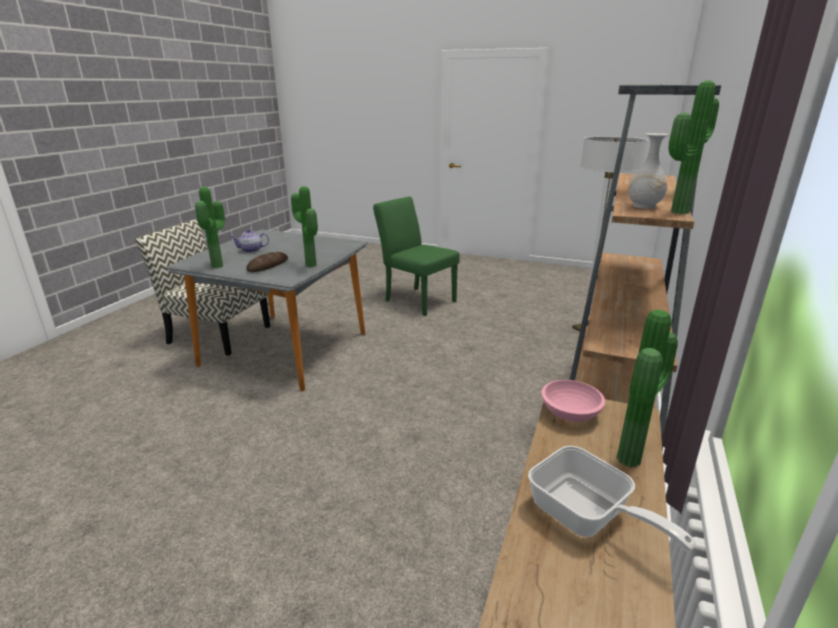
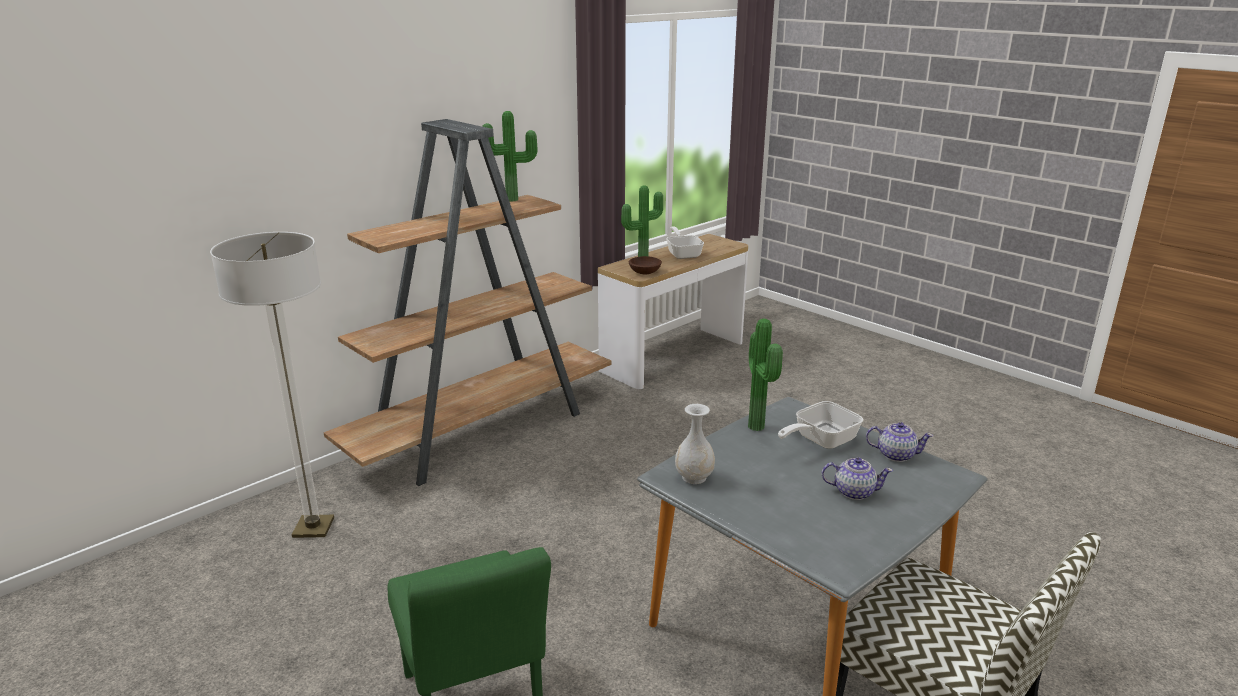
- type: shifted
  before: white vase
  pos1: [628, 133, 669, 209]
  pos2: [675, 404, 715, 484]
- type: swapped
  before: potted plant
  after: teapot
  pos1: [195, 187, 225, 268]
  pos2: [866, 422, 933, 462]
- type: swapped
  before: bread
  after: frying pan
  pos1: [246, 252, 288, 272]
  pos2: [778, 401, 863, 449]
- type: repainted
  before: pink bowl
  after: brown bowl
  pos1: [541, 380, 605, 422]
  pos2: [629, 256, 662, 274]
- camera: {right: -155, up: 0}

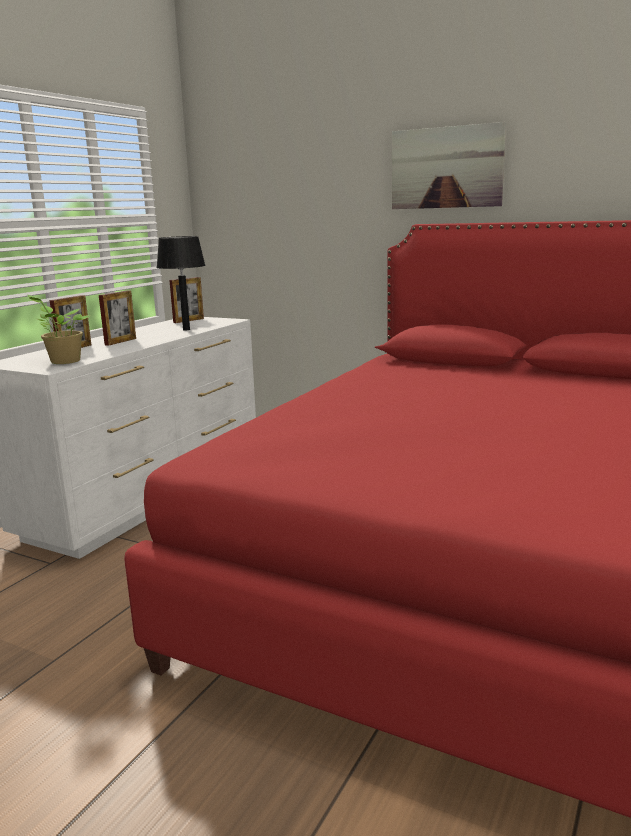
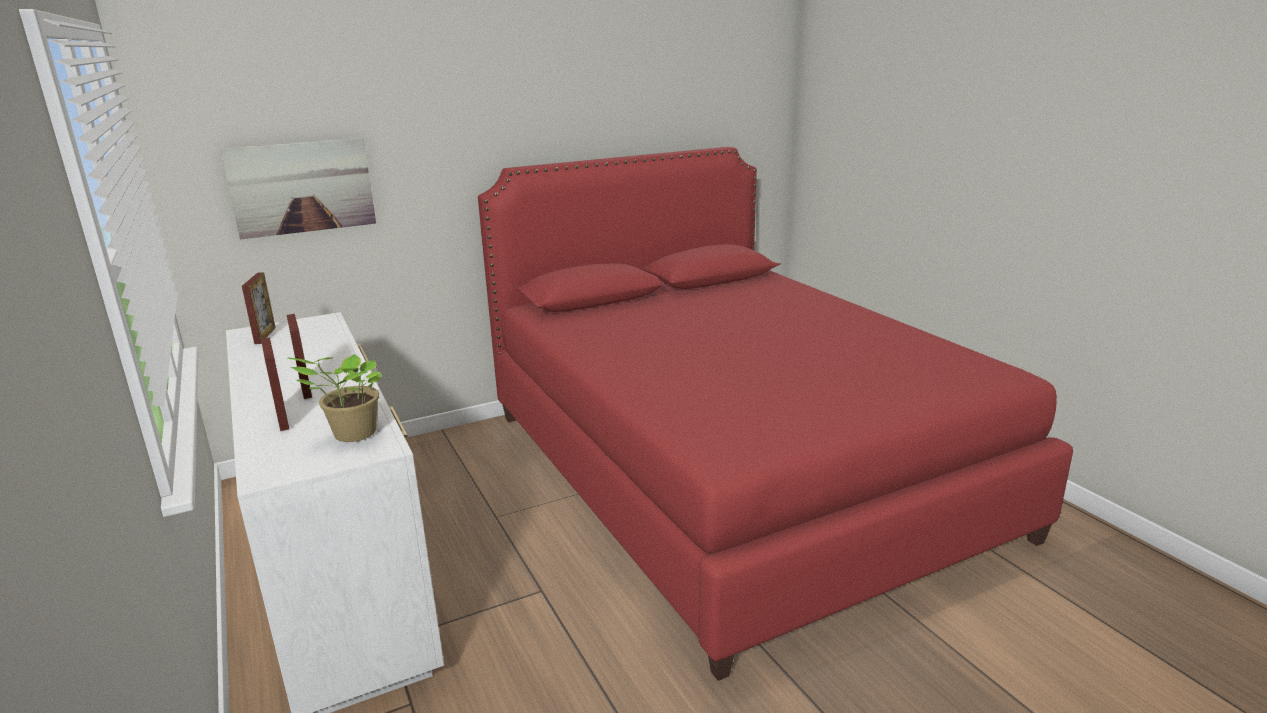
- type: gone
  before: black table lamp
  pos1: [156, 236, 206, 331]
- type: shifted
  before: picture
  pos1: [392, 122, 506, 209]
  pos2: [220, 138, 376, 239]
- camera: {right: -55, up: 5}

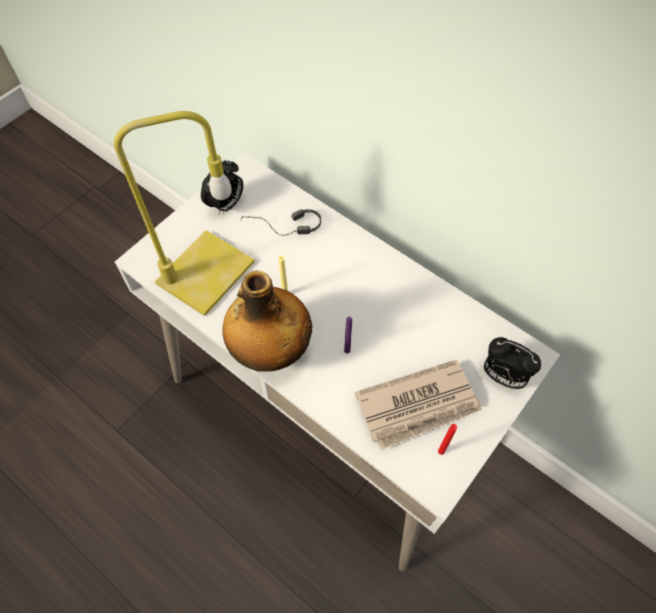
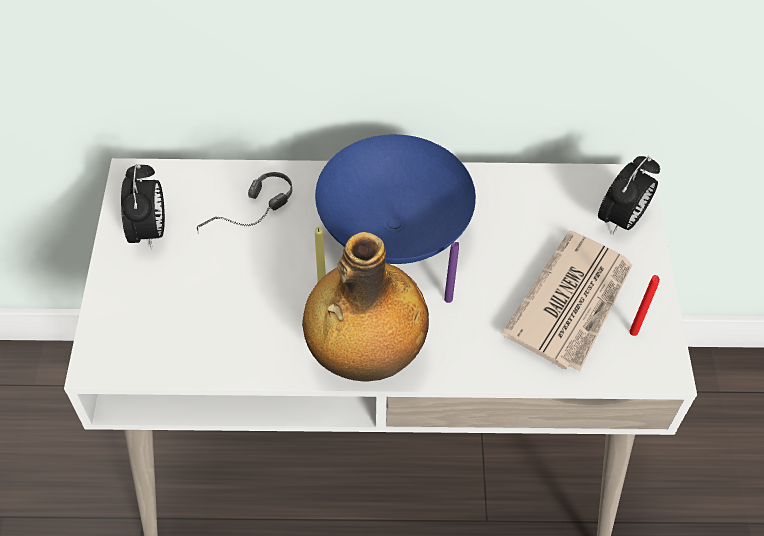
- type: gone
  before: yellow table lamp
  pos1: [114, 111, 255, 316]
- type: new
  after: blue bowl
  pos2: [315, 134, 476, 264]
- type: rotated
  before: alarm clock
  pos1: [484, 337, 541, 389]
  pos2: [598, 156, 660, 235]
  turn: -45
- camera: {right: -40, up: -5}

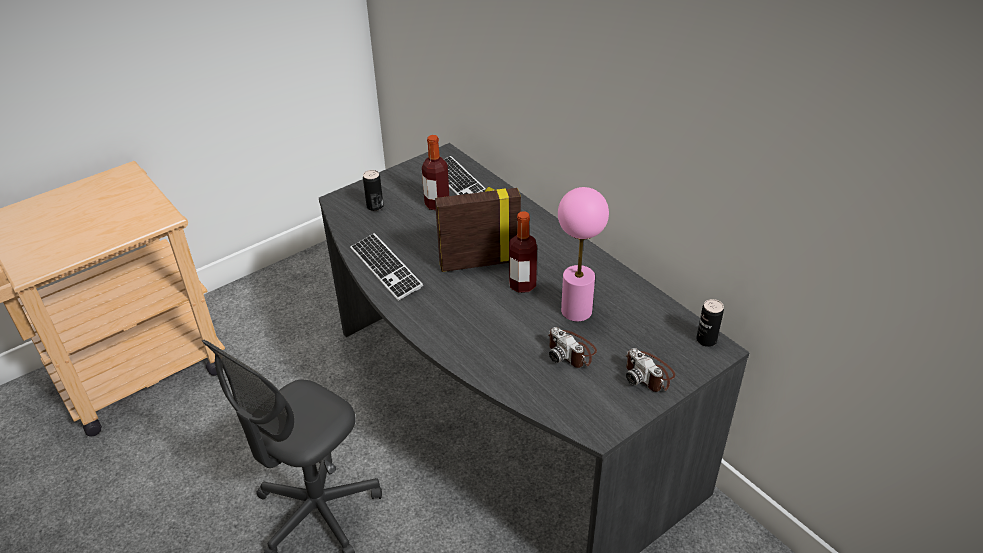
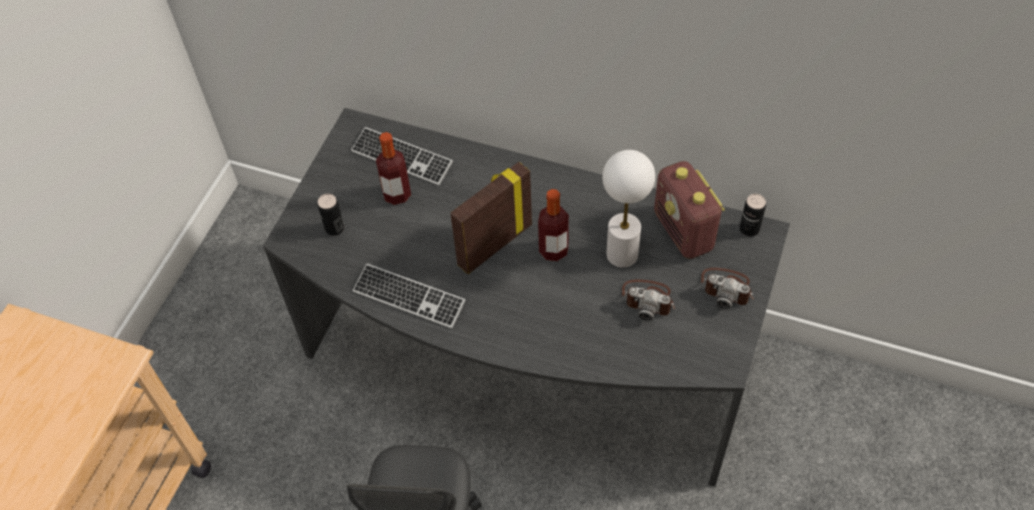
- type: new
  after: radio
  pos2: [654, 161, 725, 259]
- type: repainted
  before: pink table lamp
  after: white table lamp
  pos1: [558, 187, 609, 322]
  pos2: [602, 150, 655, 268]
- camera: {right: -30, up: 15}

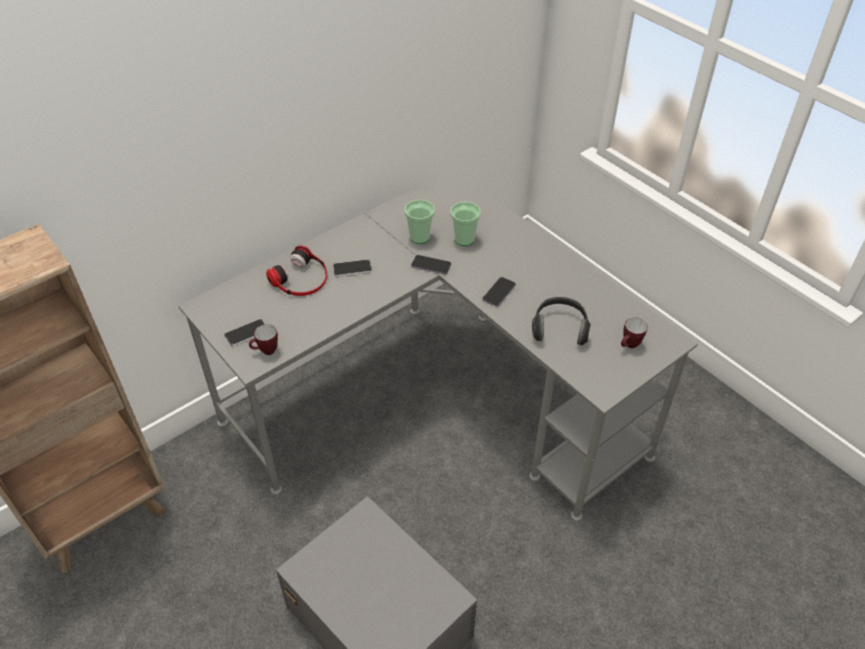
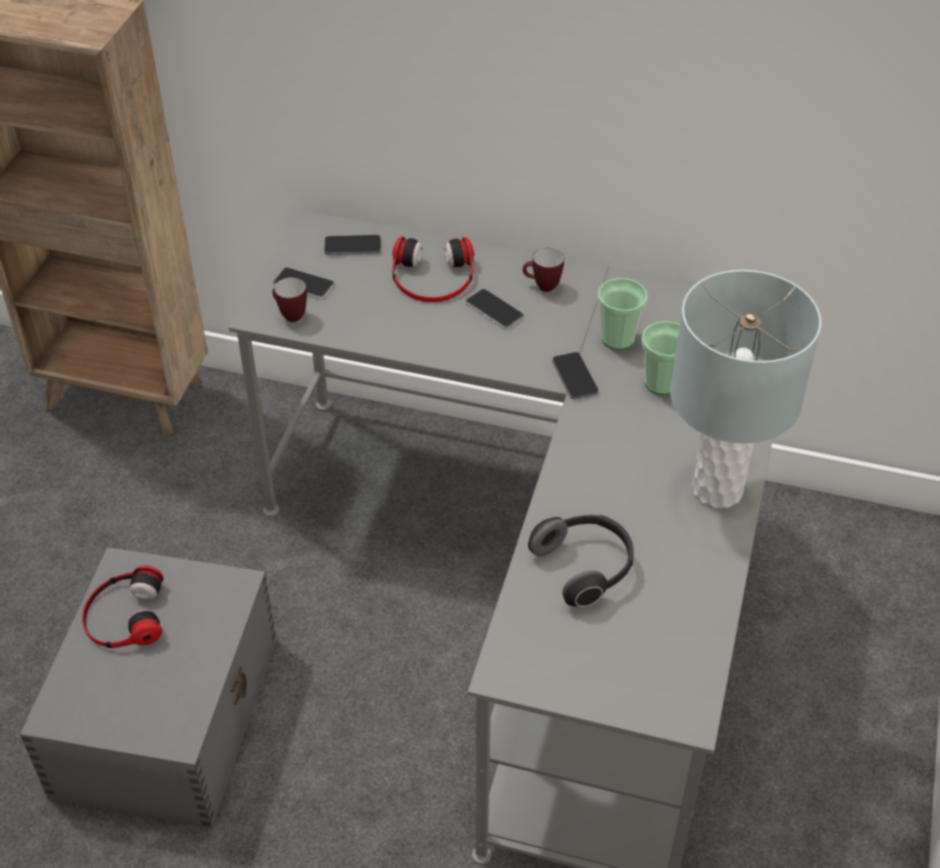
- type: new
  after: headphones
  pos2: [82, 565, 163, 648]
- type: new
  after: grey table lamp
  pos2: [670, 270, 821, 509]
- type: shifted
  before: phone
  pos1: [482, 277, 516, 307]
  pos2: [324, 235, 381, 255]
- type: shifted
  before: mug
  pos1: [621, 317, 648, 348]
  pos2: [523, 248, 564, 292]
- camera: {right: 55, up: 0}

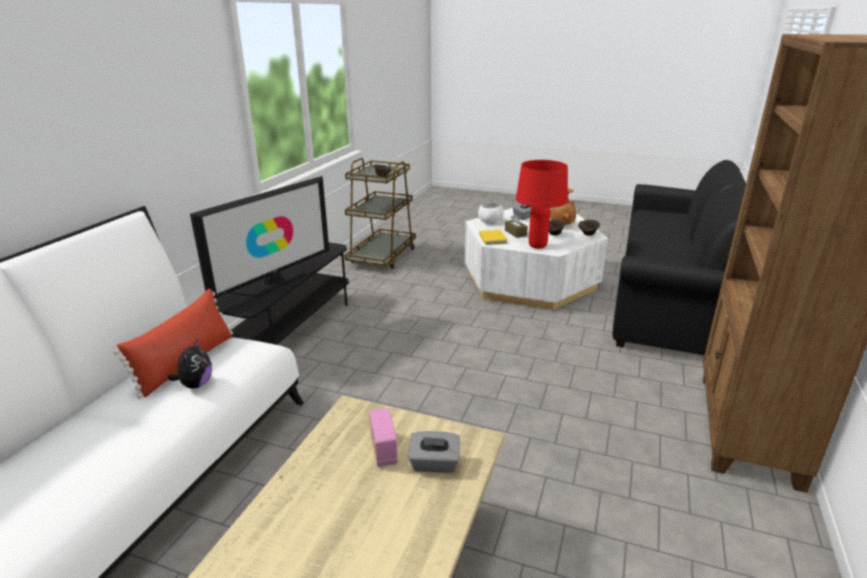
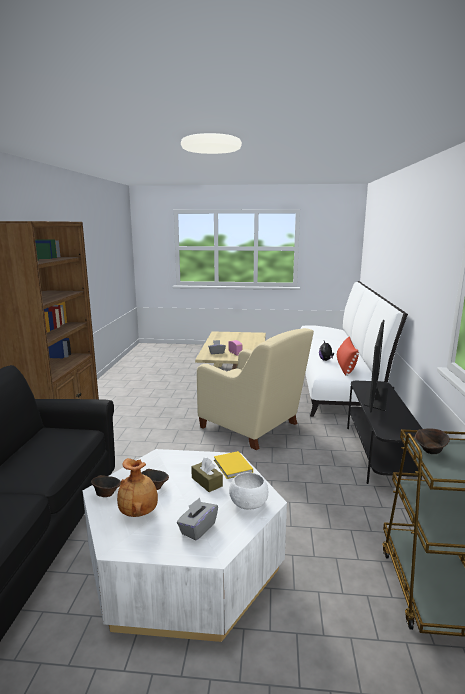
- type: gone
  before: red table lamp
  pos1: [516, 160, 568, 249]
- type: new
  after: beige armchair
  pos2: [197, 328, 314, 450]
- camera: {right: 165, up: -10}

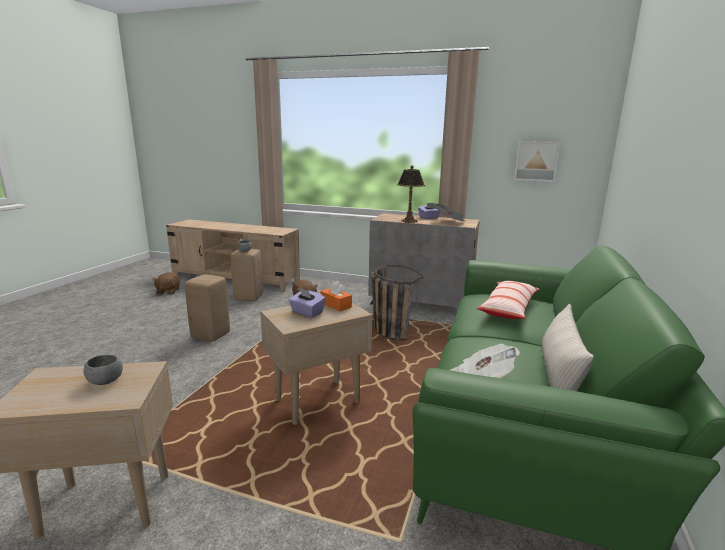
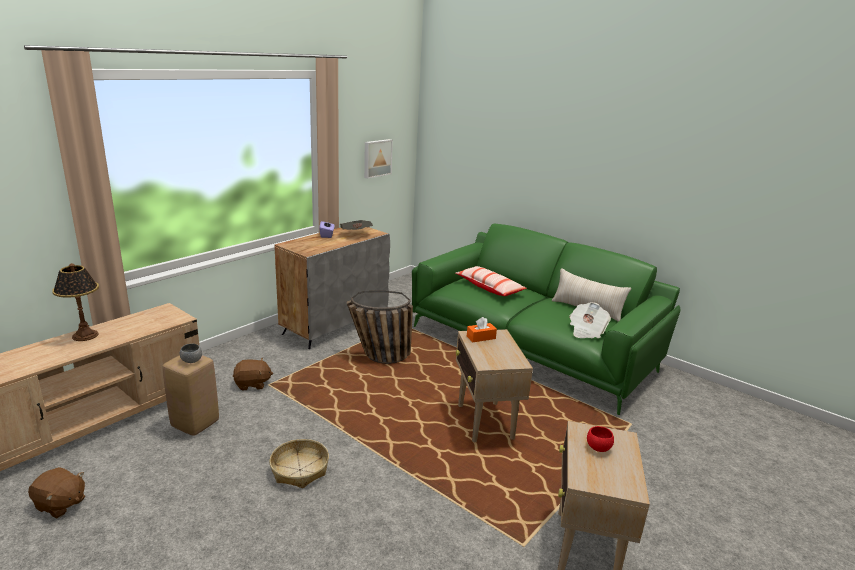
- type: gone
  before: purple tissue box
  pos1: [289, 288, 326, 317]
- type: shifted
  before: table lamp
  pos1: [397, 166, 425, 223]
  pos2: [52, 263, 99, 341]
- type: swapped
  before: beige stool
  after: basket
  pos1: [185, 274, 230, 342]
  pos2: [269, 439, 329, 488]
- type: repainted
  before: grey bowl
  after: red bowl
  pos1: [83, 354, 123, 385]
  pos2: [587, 426, 614, 452]
- camera: {right: -70, up: 5}

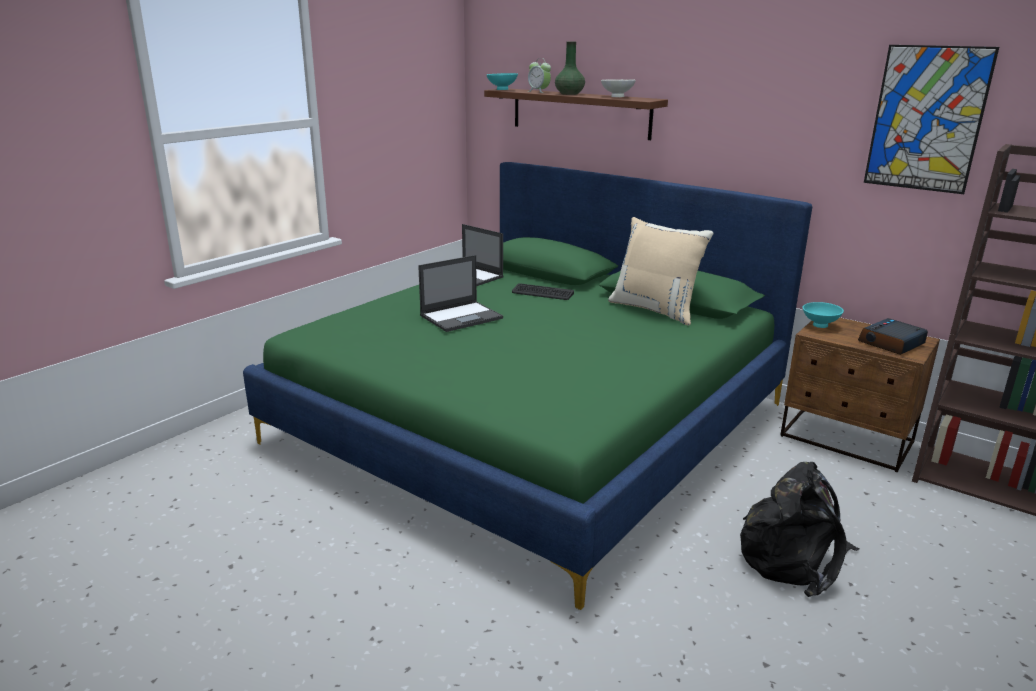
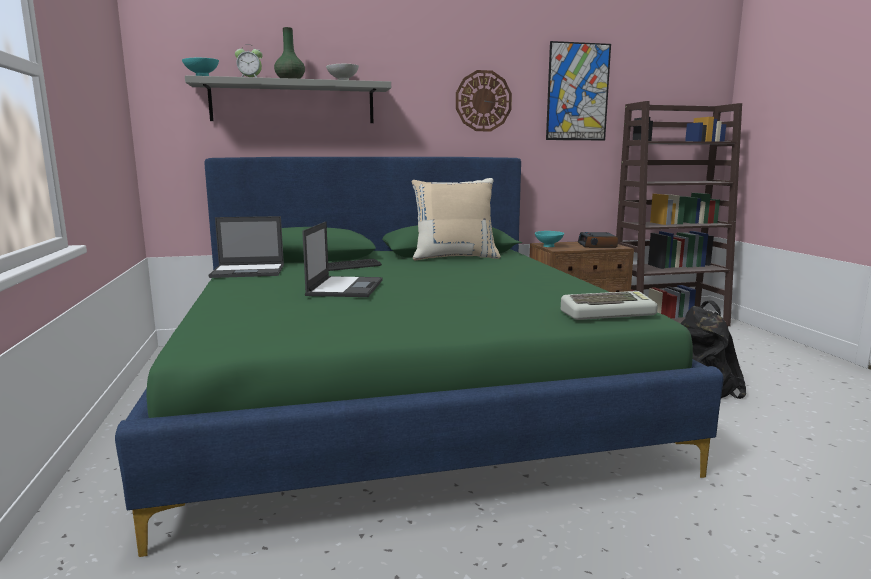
- type: new
  after: wall clock
  pos2: [456, 70, 512, 131]
- type: new
  after: keyboard
  pos2: [561, 291, 658, 320]
- type: repainted
  before: brown shelf
  after: grey shelf
  pos1: [484, 88, 668, 140]
  pos2: [185, 75, 391, 123]
- camera: {right: -50, up: -10}

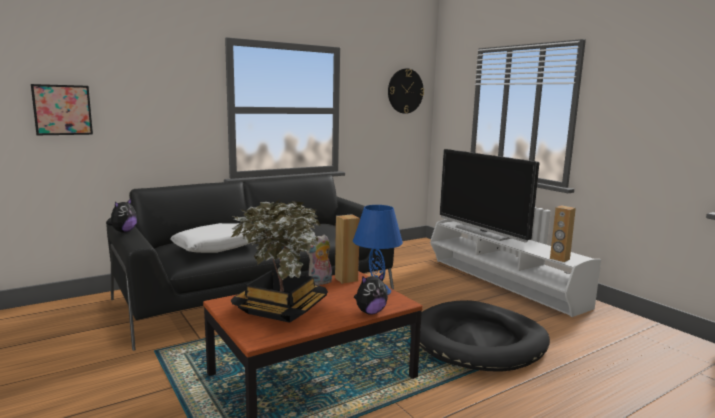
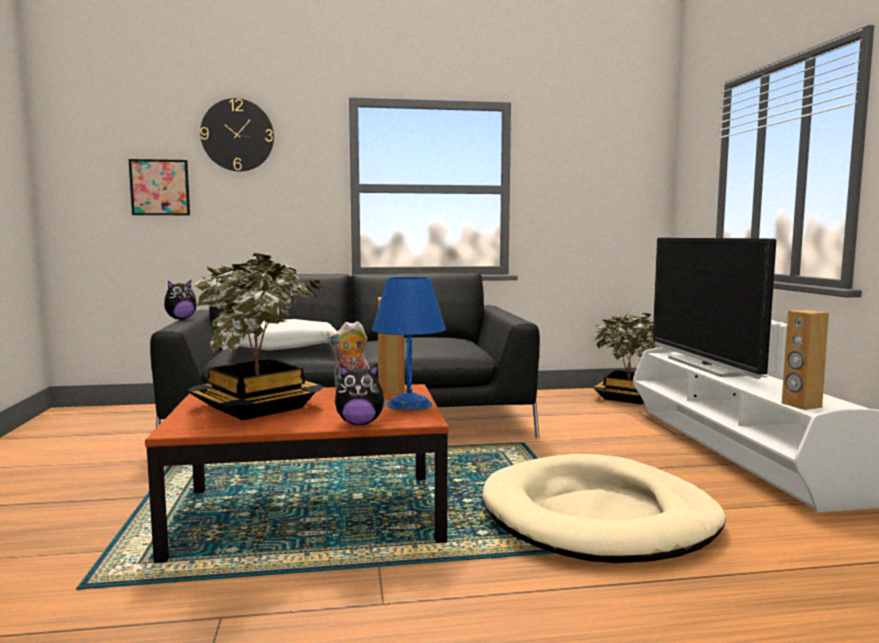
- type: new
  after: potted plant
  pos2: [593, 313, 660, 404]
- type: shifted
  before: wall clock
  pos1: [388, 68, 424, 114]
  pos2: [200, 98, 274, 171]
- type: repainted
  before: black dog bed
  after: beige dog bed
  pos1: [410, 300, 550, 372]
  pos2: [482, 454, 726, 563]
- camera: {right: 25, up: -5}

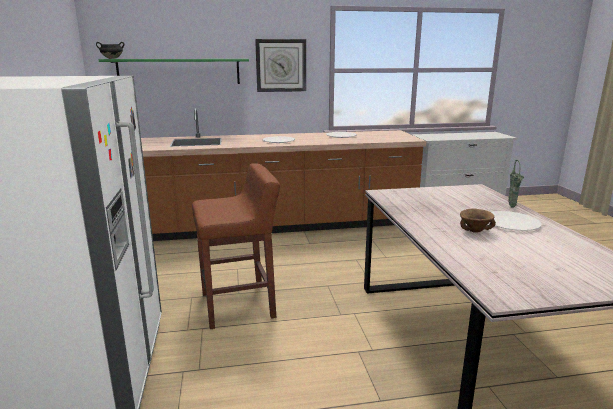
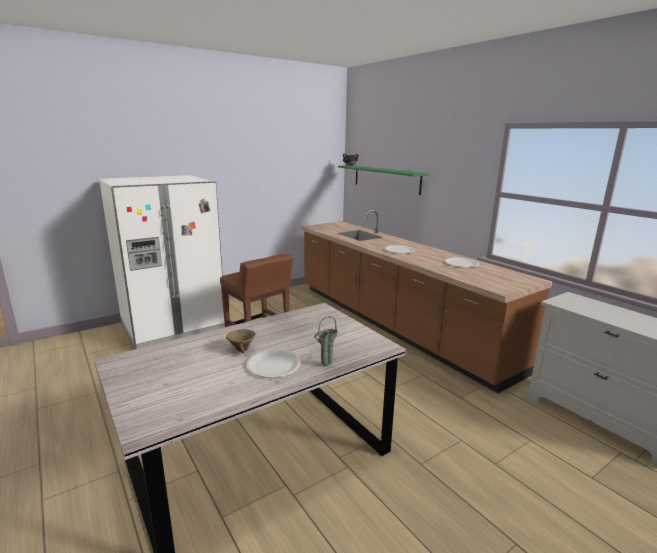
- type: gone
  before: wall clock
  pos1: [255, 39, 306, 92]
- camera: {right: 65, up: 0}

